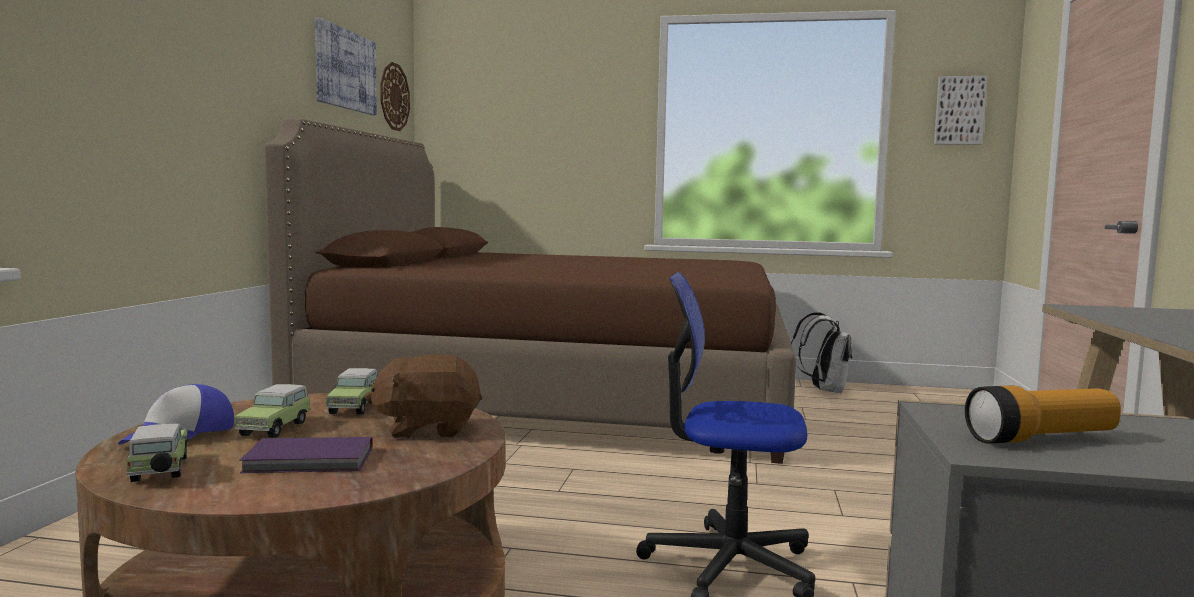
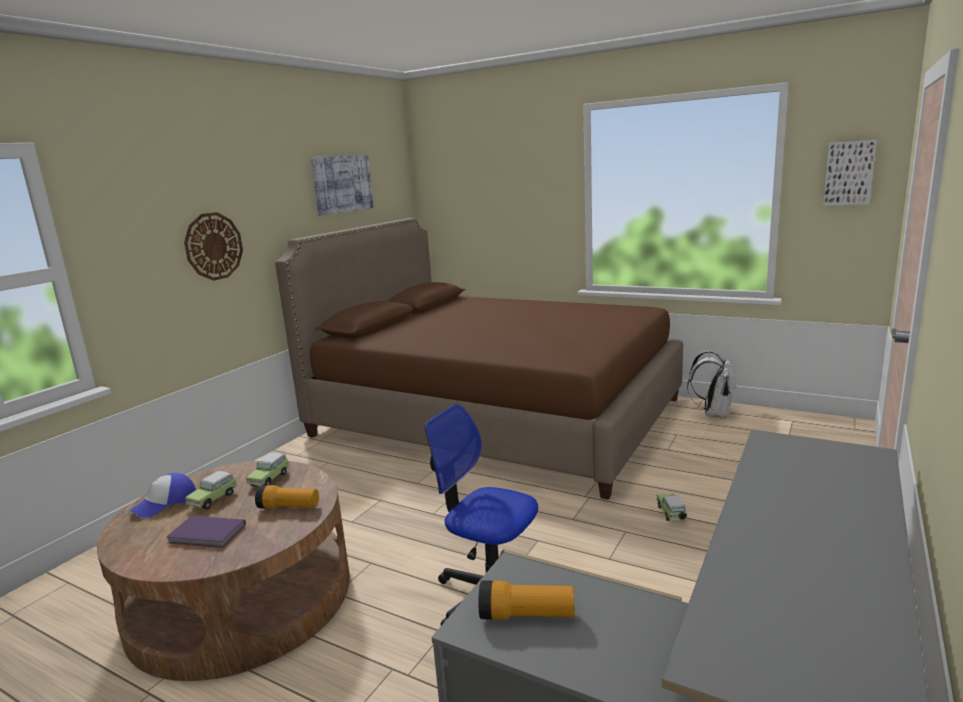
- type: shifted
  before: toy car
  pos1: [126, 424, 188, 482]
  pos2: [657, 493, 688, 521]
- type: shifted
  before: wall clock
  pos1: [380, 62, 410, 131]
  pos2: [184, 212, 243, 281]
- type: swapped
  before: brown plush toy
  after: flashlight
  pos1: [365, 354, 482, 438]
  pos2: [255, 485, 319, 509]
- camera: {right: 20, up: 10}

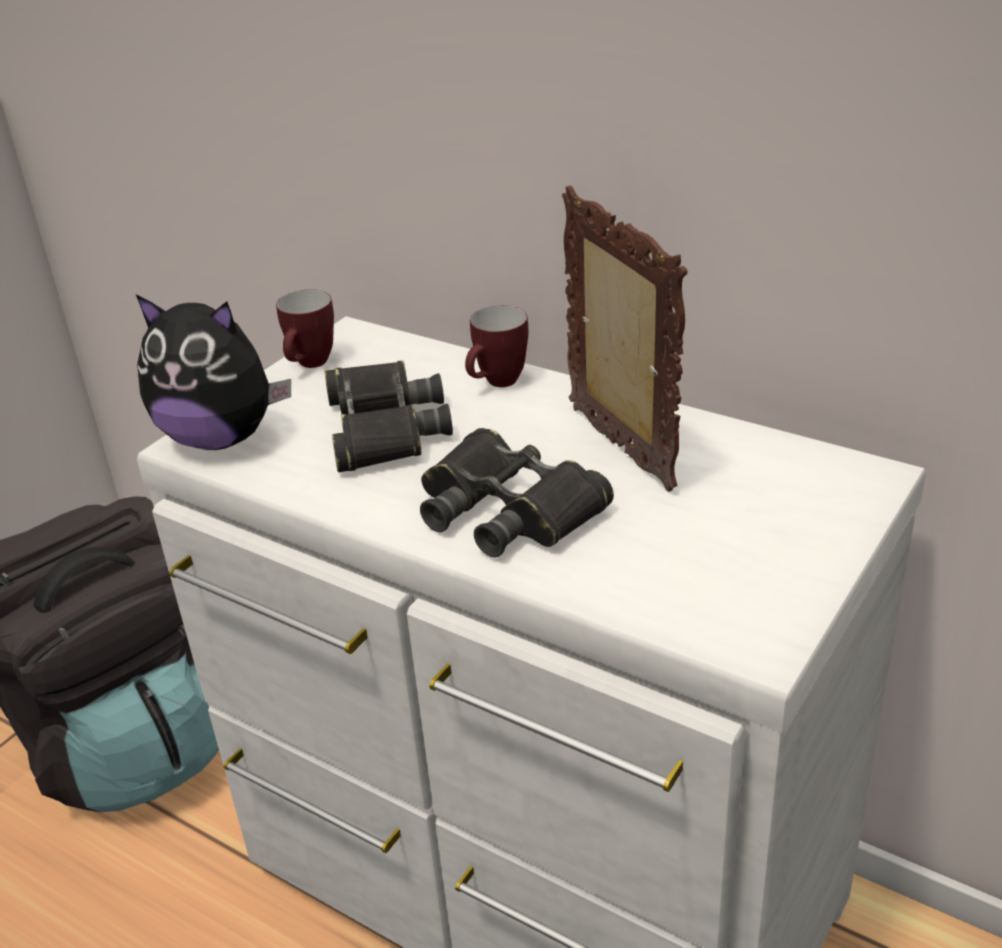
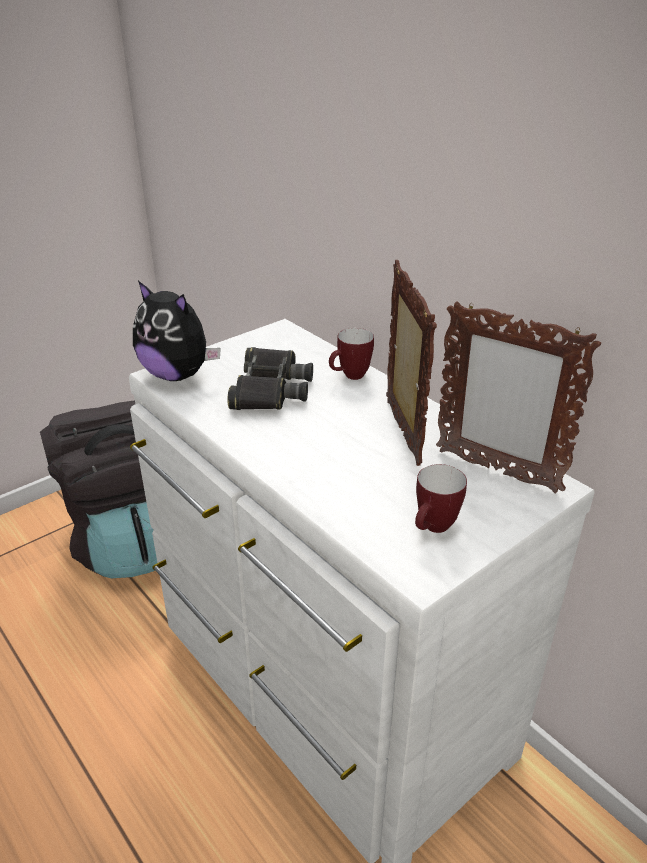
- type: gone
  before: black binoculars
  pos1: [420, 428, 614, 557]
- type: new
  after: picture frame
  pos2: [436, 301, 601, 494]
- type: shifted
  before: mug
  pos1: [276, 289, 334, 368]
  pos2: [415, 464, 467, 533]
- camera: {right: 15, up: 0}

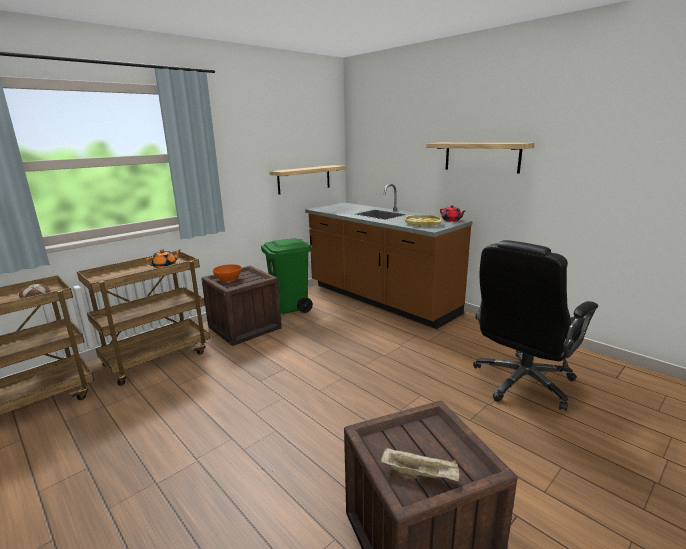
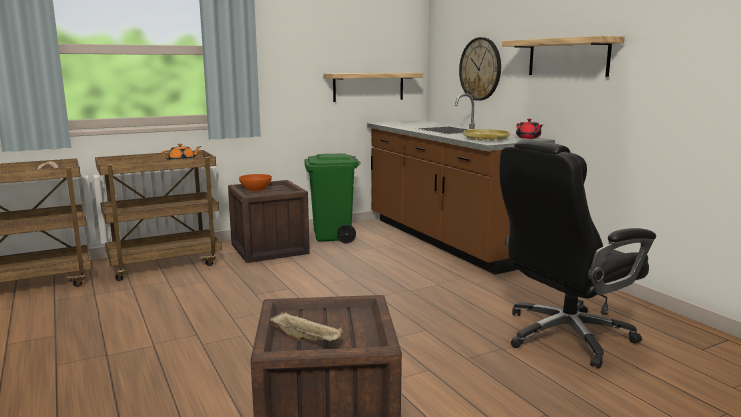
- type: new
  after: wall clock
  pos2: [459, 37, 501, 101]
- camera: {right: 15, up: -5}

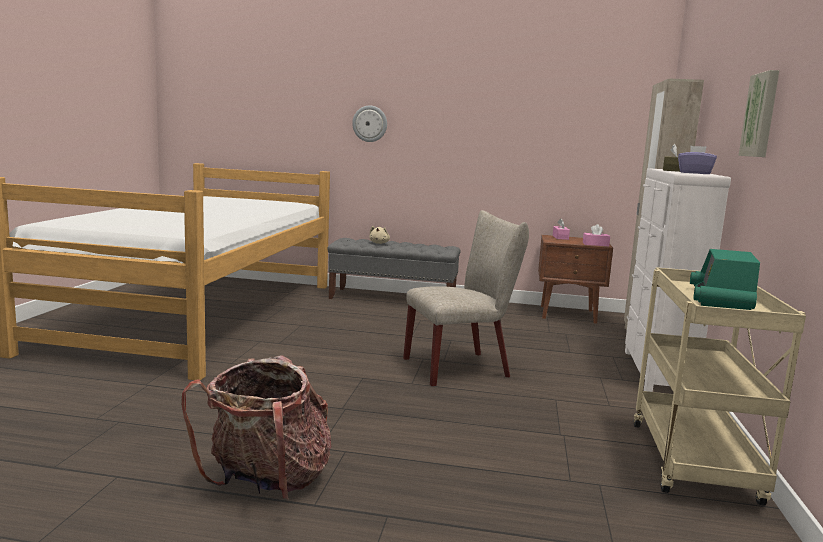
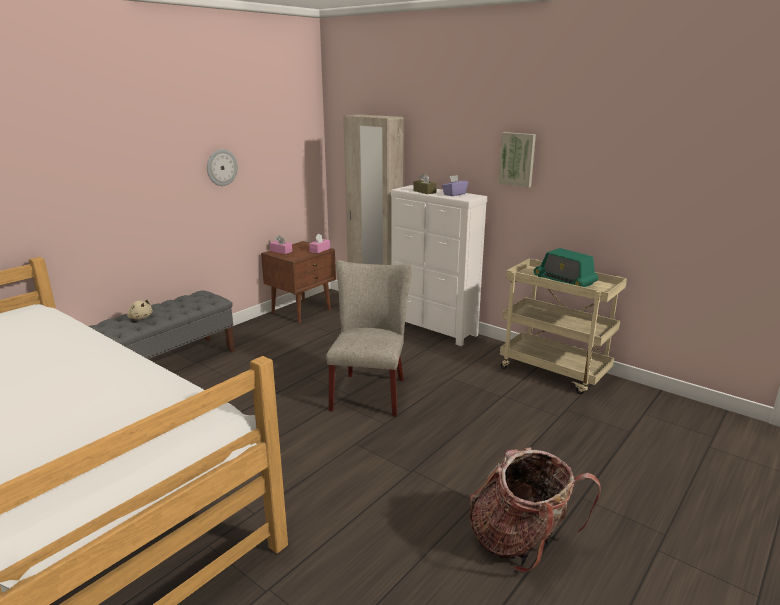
- type: shifted
  before: wall clock
  pos1: [352, 105, 387, 142]
  pos2: [207, 149, 238, 186]
- camera: {right: -60, up: 10}

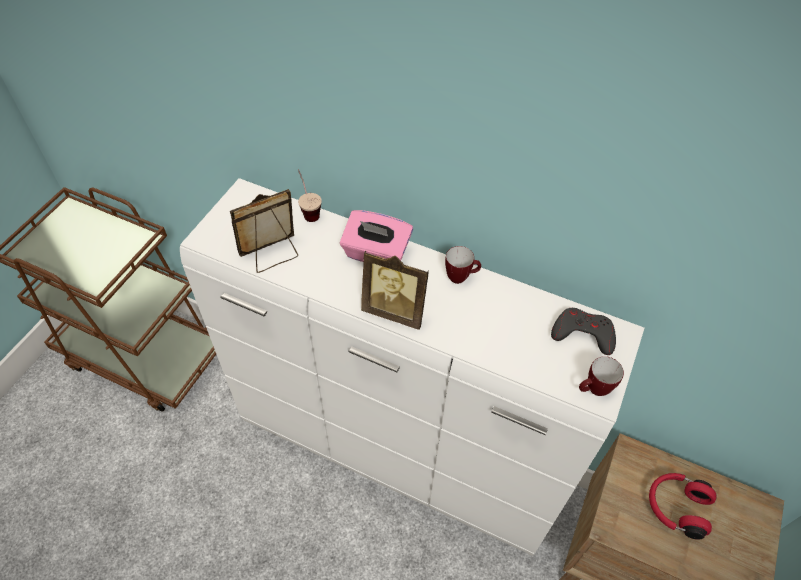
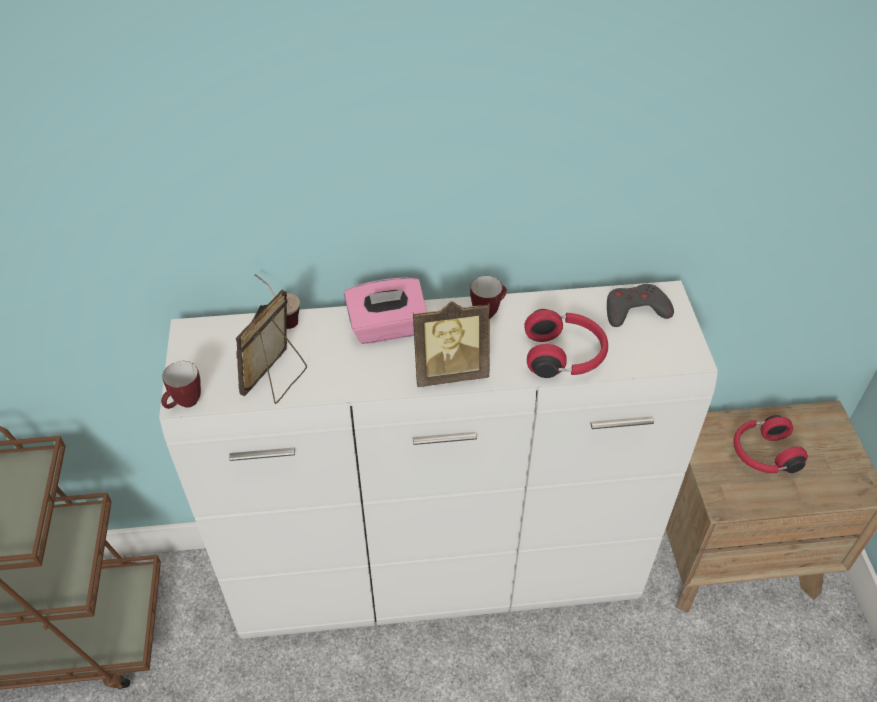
- type: new
  after: red headphones
  pos2: [524, 309, 608, 378]
- type: shifted
  before: mug
  pos1: [579, 356, 624, 396]
  pos2: [161, 361, 201, 409]
- camera: {right: -30, up: -5}

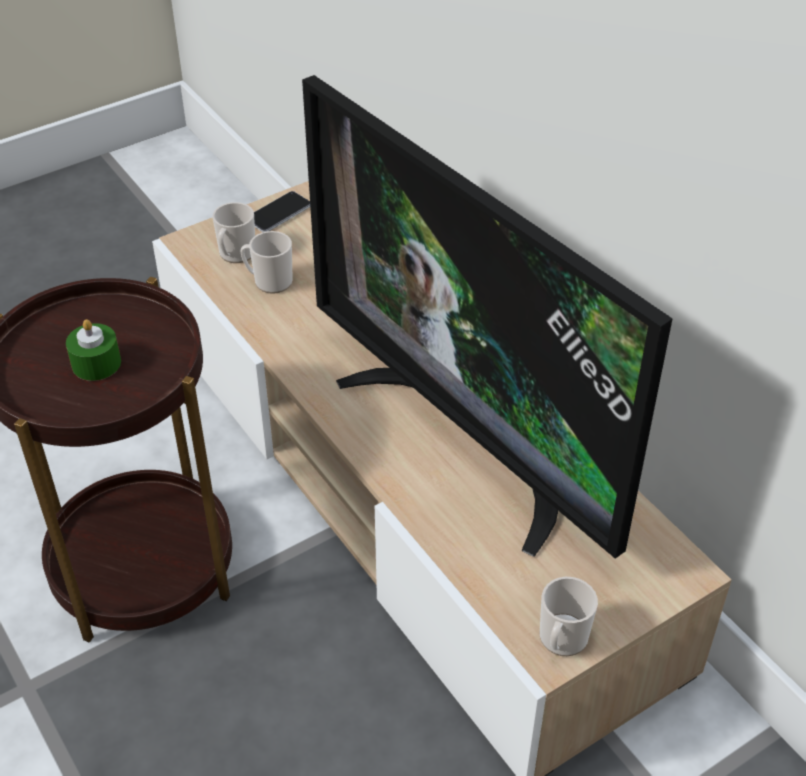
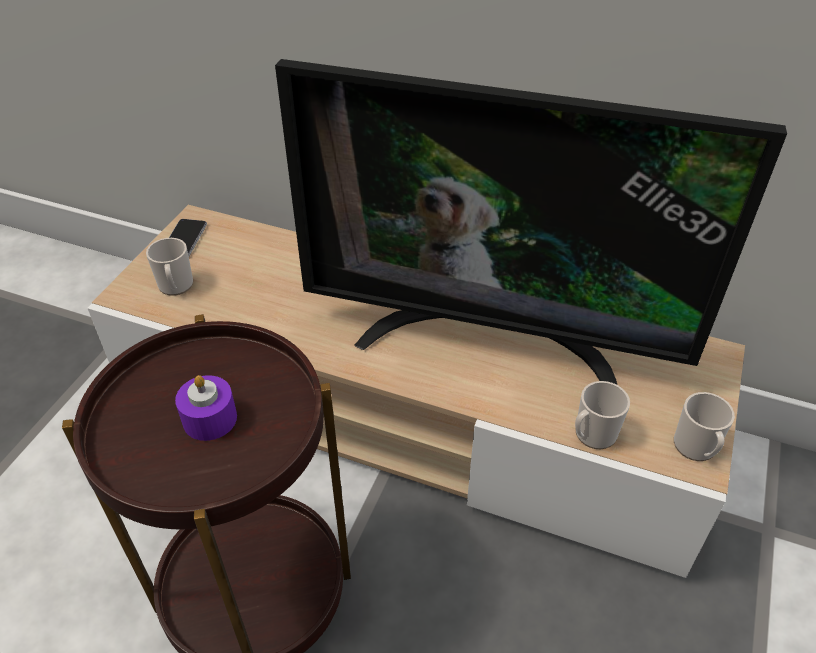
- type: shifted
  before: mug
  pos1: [240, 231, 293, 294]
  pos2: [575, 381, 630, 449]
- type: repainted
  before: green candle
  after: purple candle
  pos1: [66, 319, 121, 381]
  pos2: [175, 375, 237, 441]
- camera: {right: -35, up: 0}

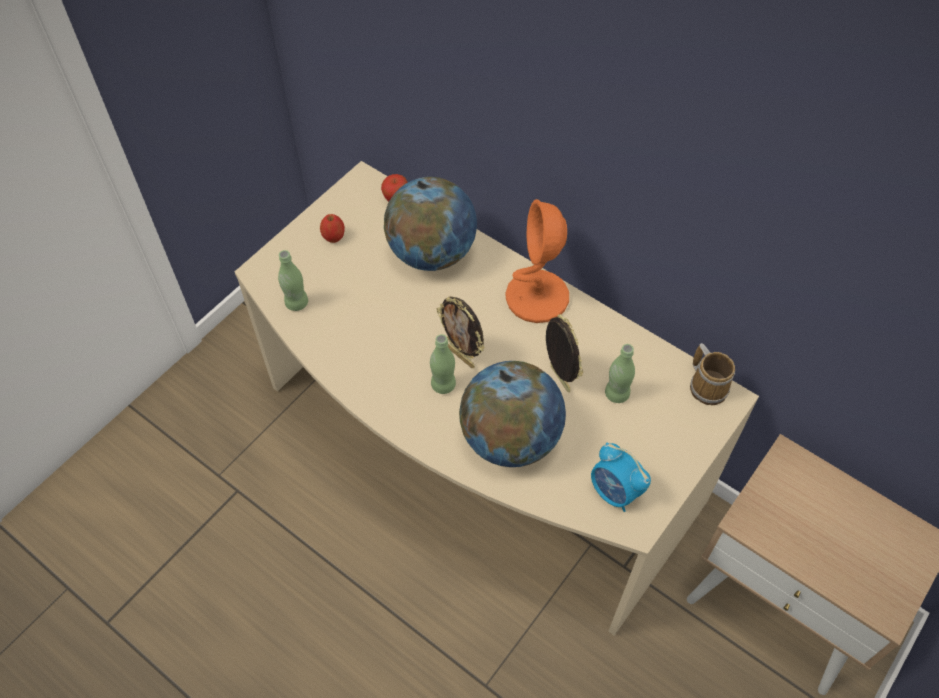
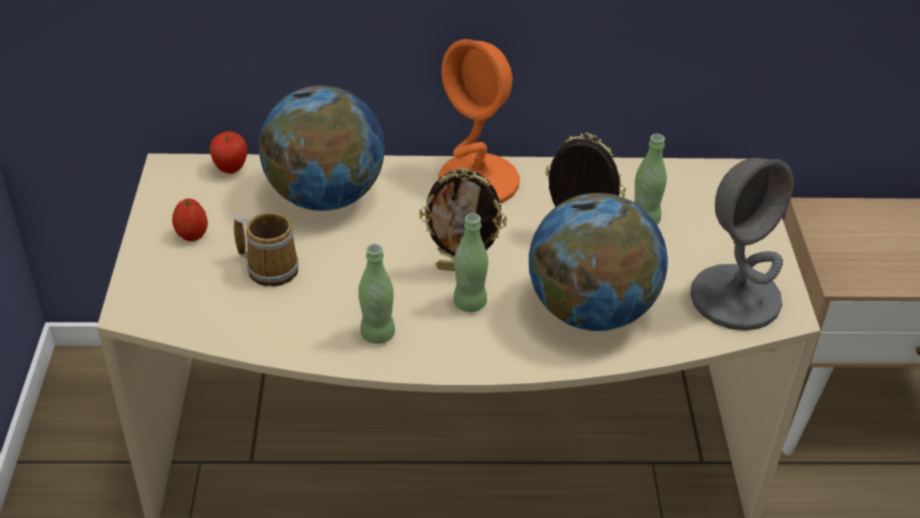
- type: shifted
  before: green bottle
  pos1: [278, 250, 308, 311]
  pos2: [358, 244, 395, 344]
- type: shifted
  before: mug
  pos1: [690, 343, 735, 405]
  pos2: [234, 212, 299, 286]
- type: swapped
  before: alarm clock
  after: grey table lamp
  pos1: [591, 442, 651, 512]
  pos2: [691, 158, 794, 331]
- camera: {right: -40, up: -15}

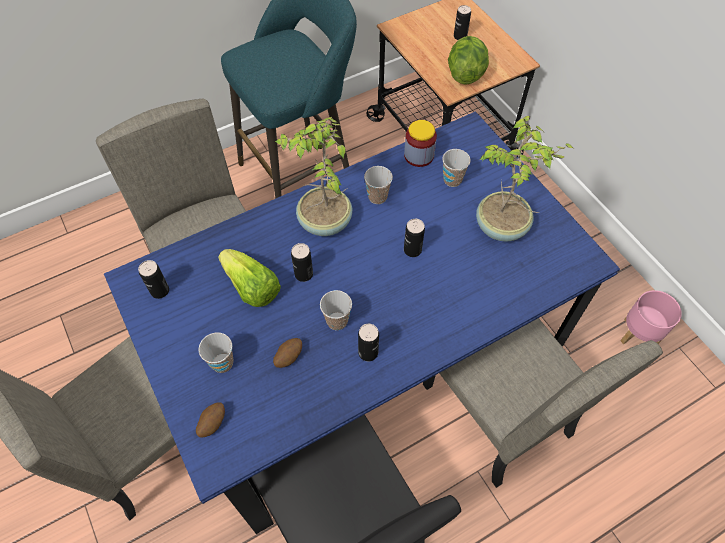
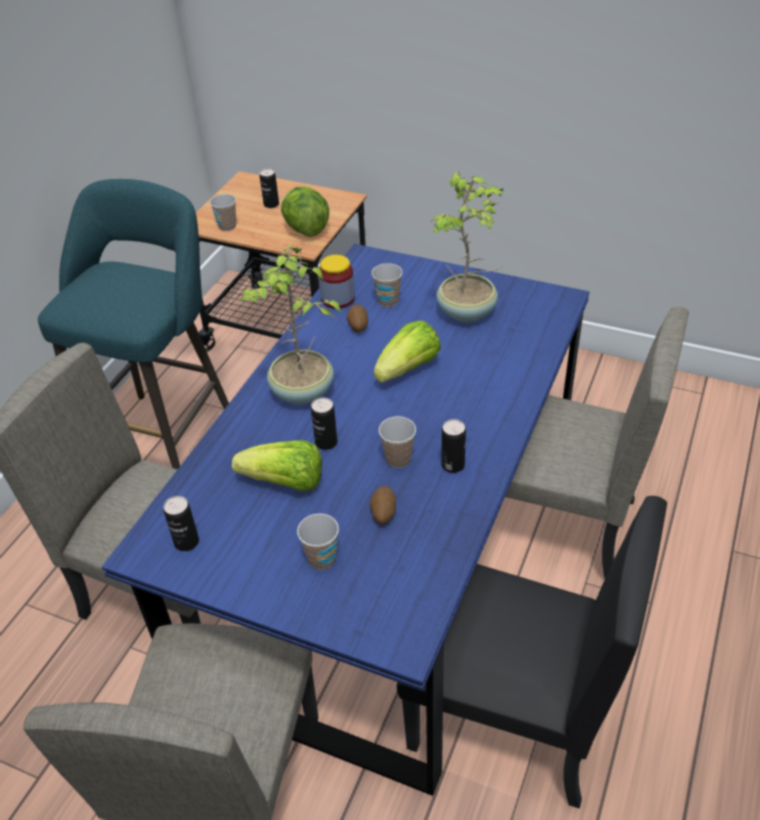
- type: gone
  before: pink planter
  pos1: [620, 290, 682, 344]
- type: shifted
  before: potato
  pos1: [196, 402, 225, 438]
  pos2: [347, 304, 368, 332]
- type: shifted
  before: cup
  pos1: [364, 166, 393, 204]
  pos2: [210, 194, 236, 231]
- type: swapped
  before: can
  after: lettuce
  pos1: [404, 219, 425, 257]
  pos2: [374, 321, 441, 382]
- camera: {right: -35, up: -15}

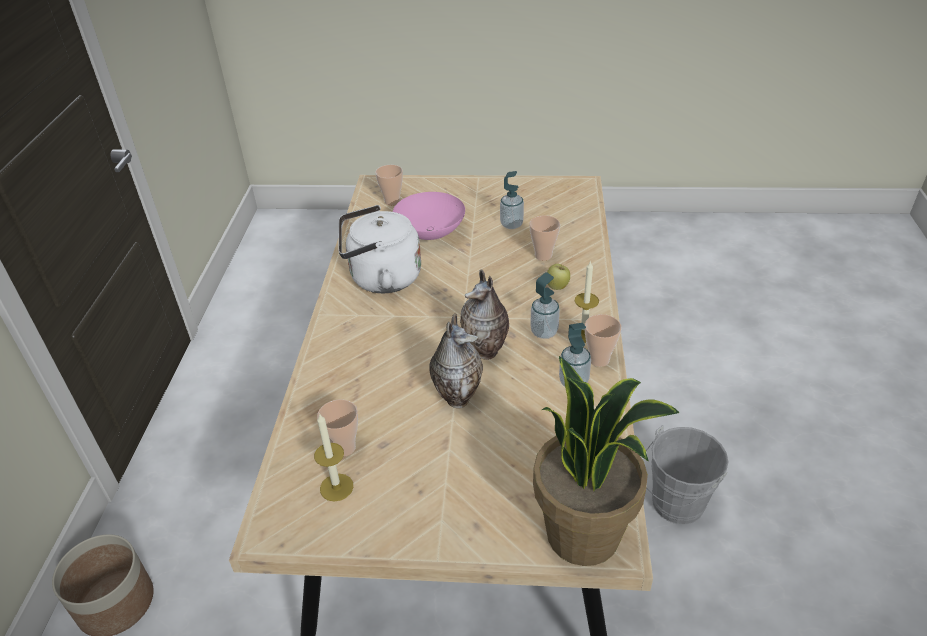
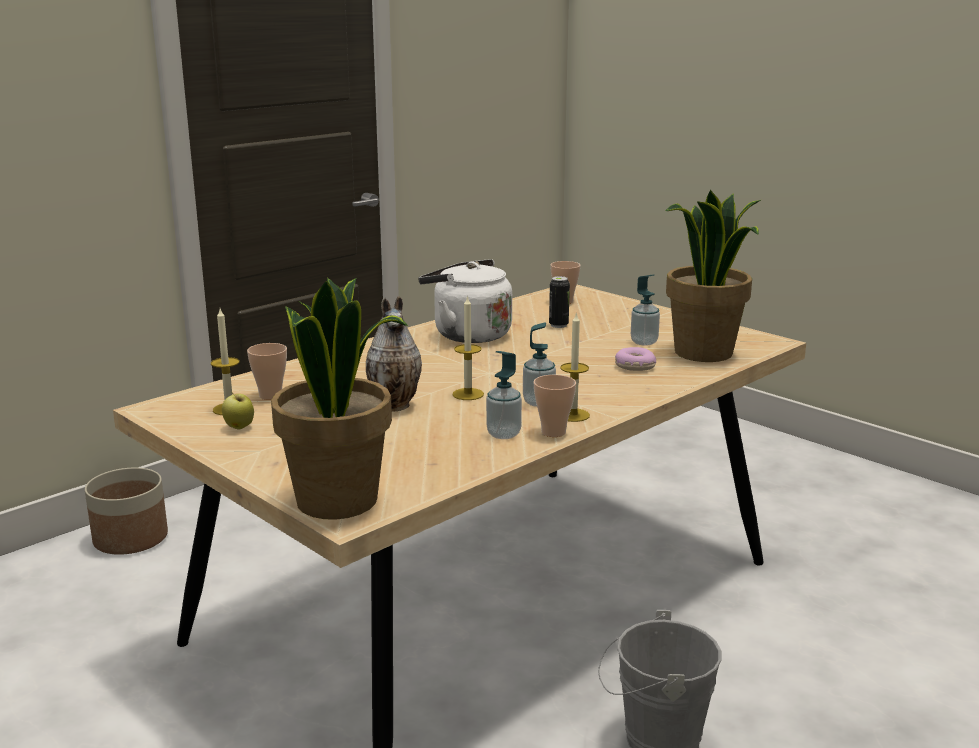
- type: new
  after: potted plant
  pos2: [665, 190, 761, 362]
- type: shifted
  before: apple
  pos1: [547, 264, 570, 290]
  pos2: [222, 392, 254, 429]
- type: swapped
  before: pink bowl
  after: can
  pos1: [393, 192, 465, 240]
  pos2: [549, 276, 570, 328]
- type: swapped
  before: vase
  after: candle
  pos1: [460, 269, 509, 360]
  pos2: [452, 295, 484, 400]
- type: swapped
  before: cup
  after: donut
  pos1: [529, 215, 560, 261]
  pos2: [615, 347, 656, 371]
- camera: {right: 40, up: -20}

